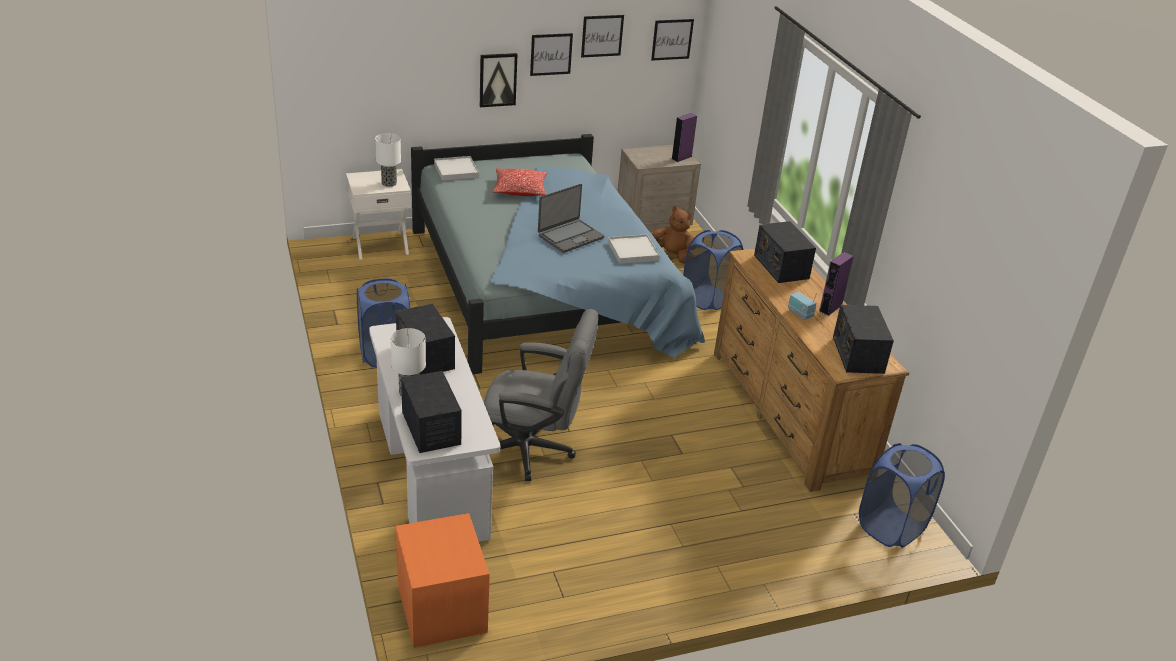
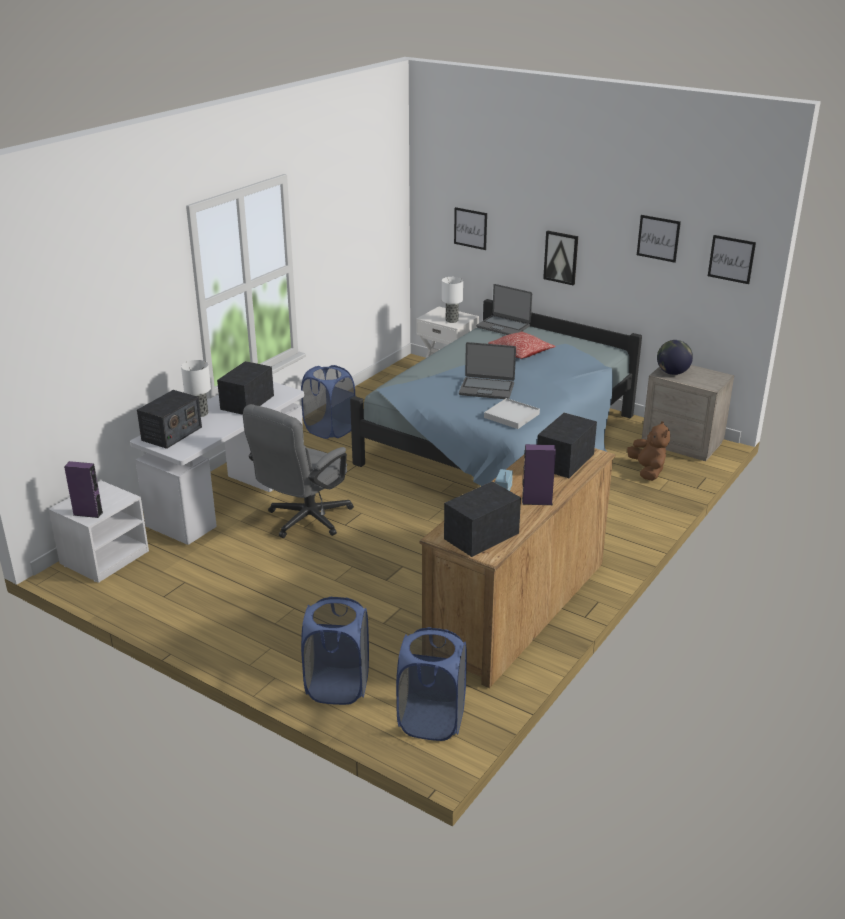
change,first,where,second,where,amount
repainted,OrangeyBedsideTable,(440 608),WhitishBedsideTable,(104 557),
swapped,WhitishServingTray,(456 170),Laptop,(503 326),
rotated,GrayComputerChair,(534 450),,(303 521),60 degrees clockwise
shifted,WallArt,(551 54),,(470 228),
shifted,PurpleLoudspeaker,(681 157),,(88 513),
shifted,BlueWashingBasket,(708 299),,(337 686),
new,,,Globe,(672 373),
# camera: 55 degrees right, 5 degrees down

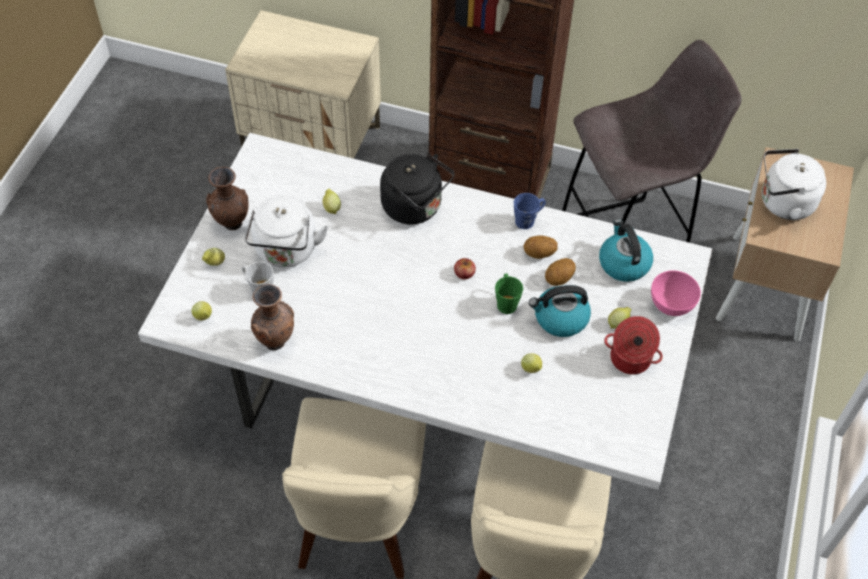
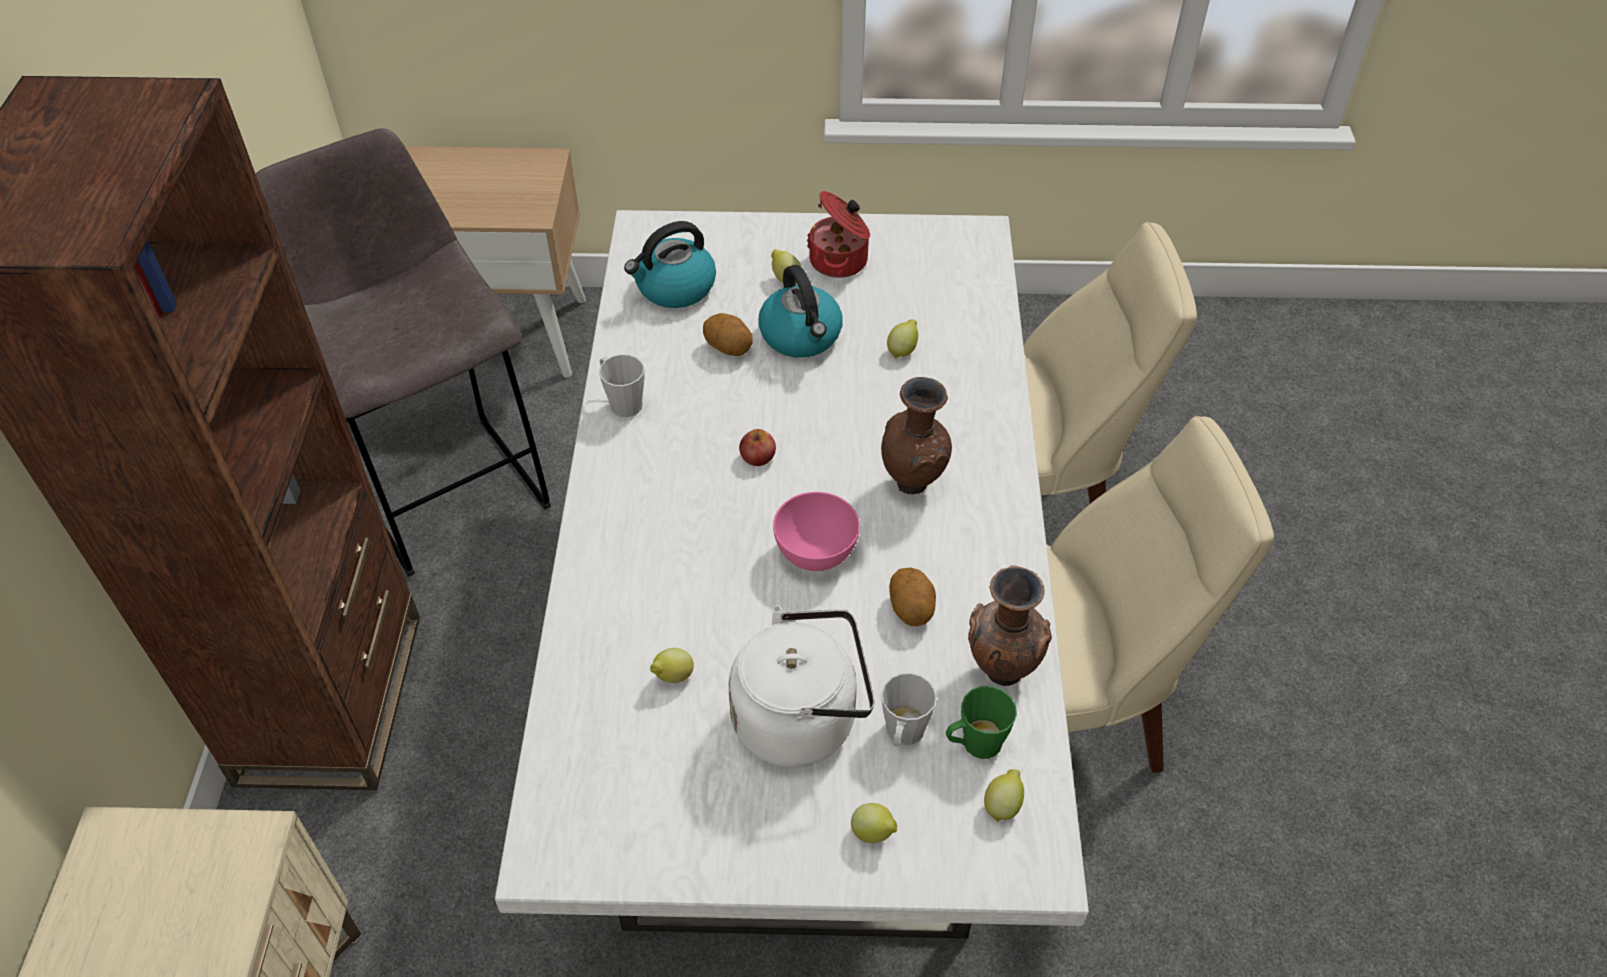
change,first,where,second,where,amount
shifted,BrownDecorativeVase,(232 225),,(914 484),
gone,BlackishTeaKettle,(415 207),,,
shifted,GreenColouredCoffeeMug,(506 302),,(975 744),
repainted,BlueCoffeeMug,(528 220),GrayCoffeeMug,(622 401),
shifted,Potato,(539 254),,(911 609),
shifted,PinkishServingBowl,(671 305),,(817 553),
gone,WhitishTeaKettle,(783 203),,,
# camera: 105 degrees left, 5 degrees down

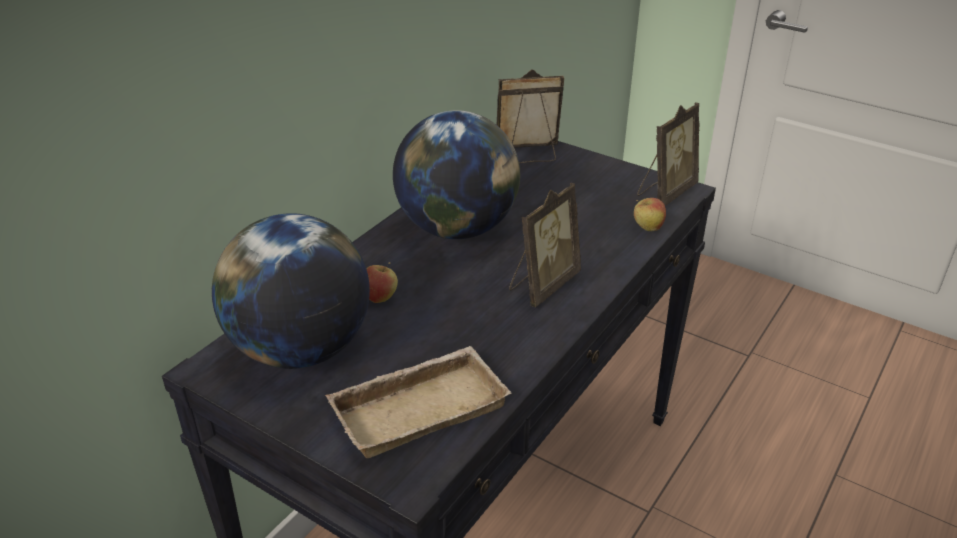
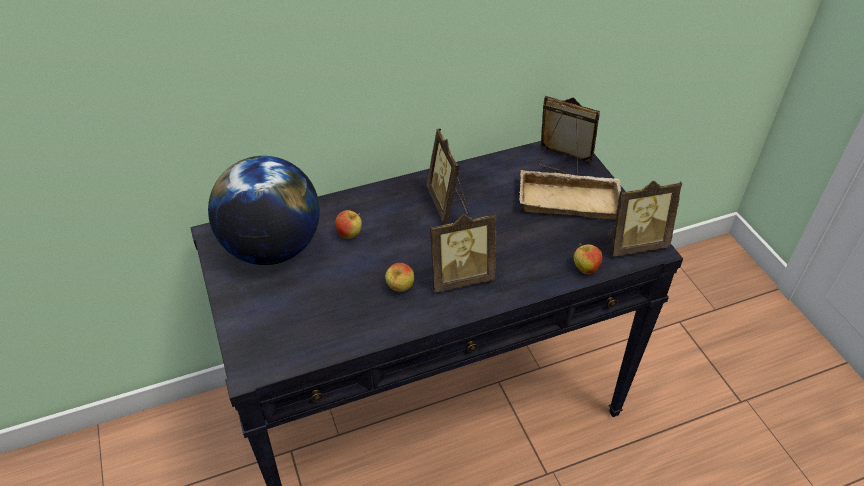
change,first,where,second,where,amount
shifted,SandColouredServingTray,(419 406),,(570 199),
swapped,Globe,(457 229),StandingFrame,(448 204),
new,,,WholeApple,(400 288),
# camera: 35 degrees right, 10 degrees up

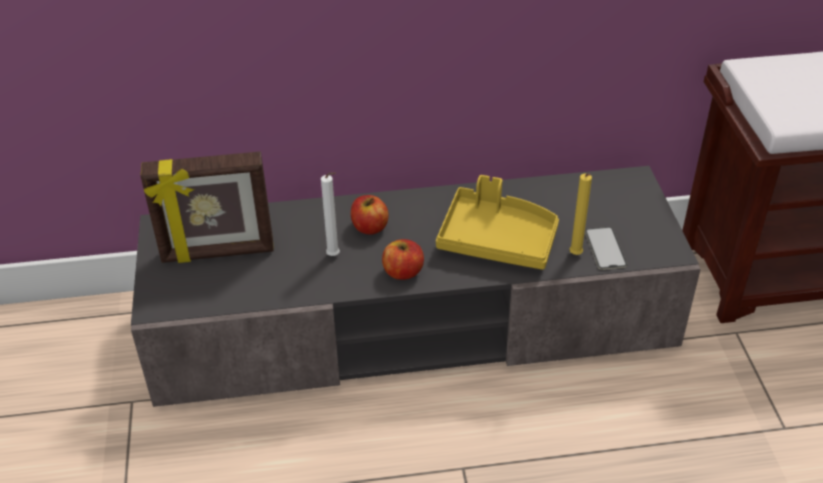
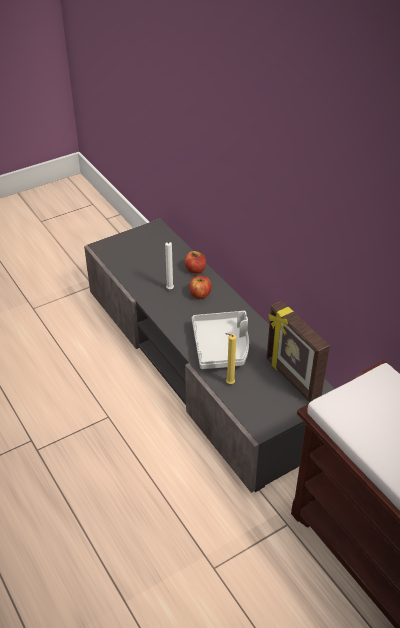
change,first,where,second,where,amount
shifted,StandingFrame,(218 253),,(291 379),
shifted,WholeApple,(403 272),,(195 270),
repainted,YellowServingTray,(497 240),GrayServingTray,(221 346),
gone,Telephone,(605 248),,,
# camera: 65 degrees right, 0 degrees up

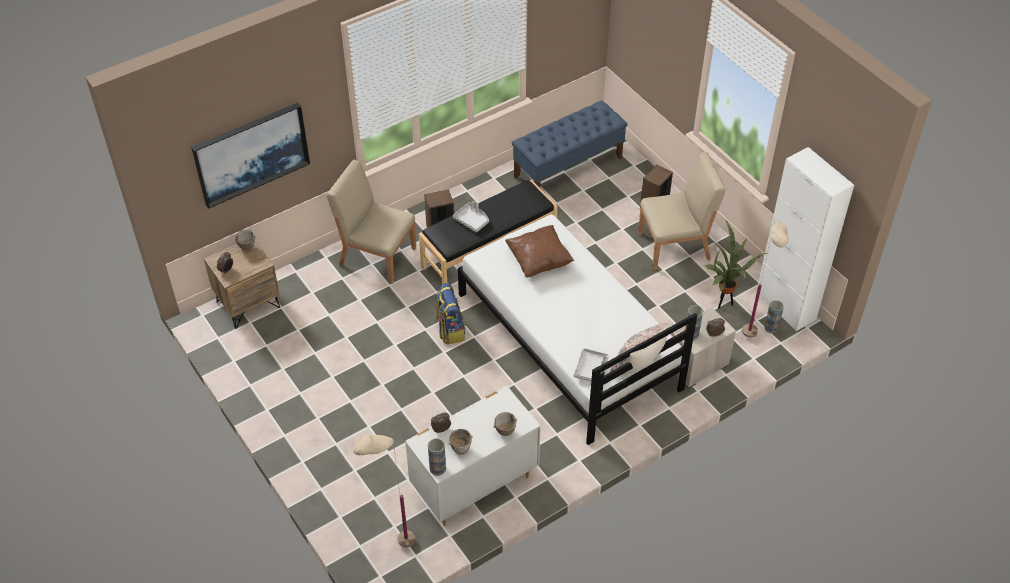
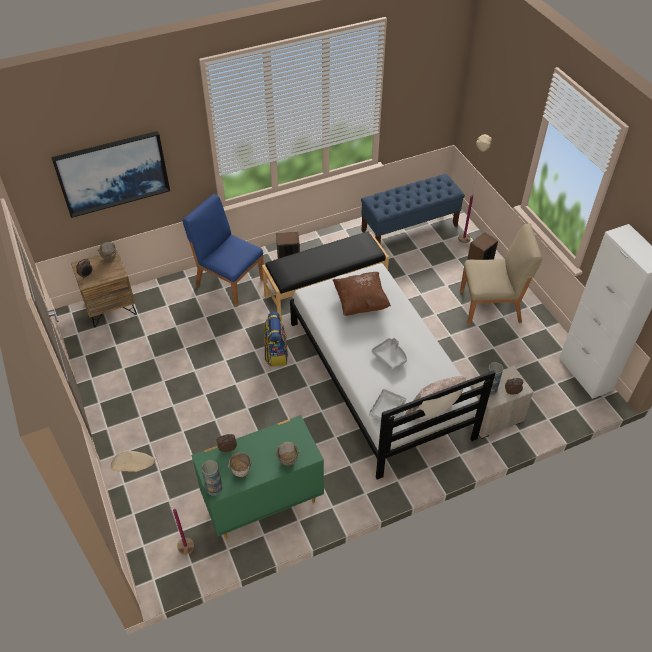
change,first,where,second,where,amount
repainted,SandColouredChair,(377 256),BlueChair,(229 281),
repainted,WhitishDrawerChest,(473 486),GreenColouredDrawerChest,(262 503),
shifted,GrayServingTray,(472 220),,(390 357),
gone,Houseplant,(724 302),,,
shifted,SandColouredStandardLamp,(751 345),,(463 249),
gone,DecorativeVase,(771 328),,,
# camera: 10 degrees right, 0 degrees up

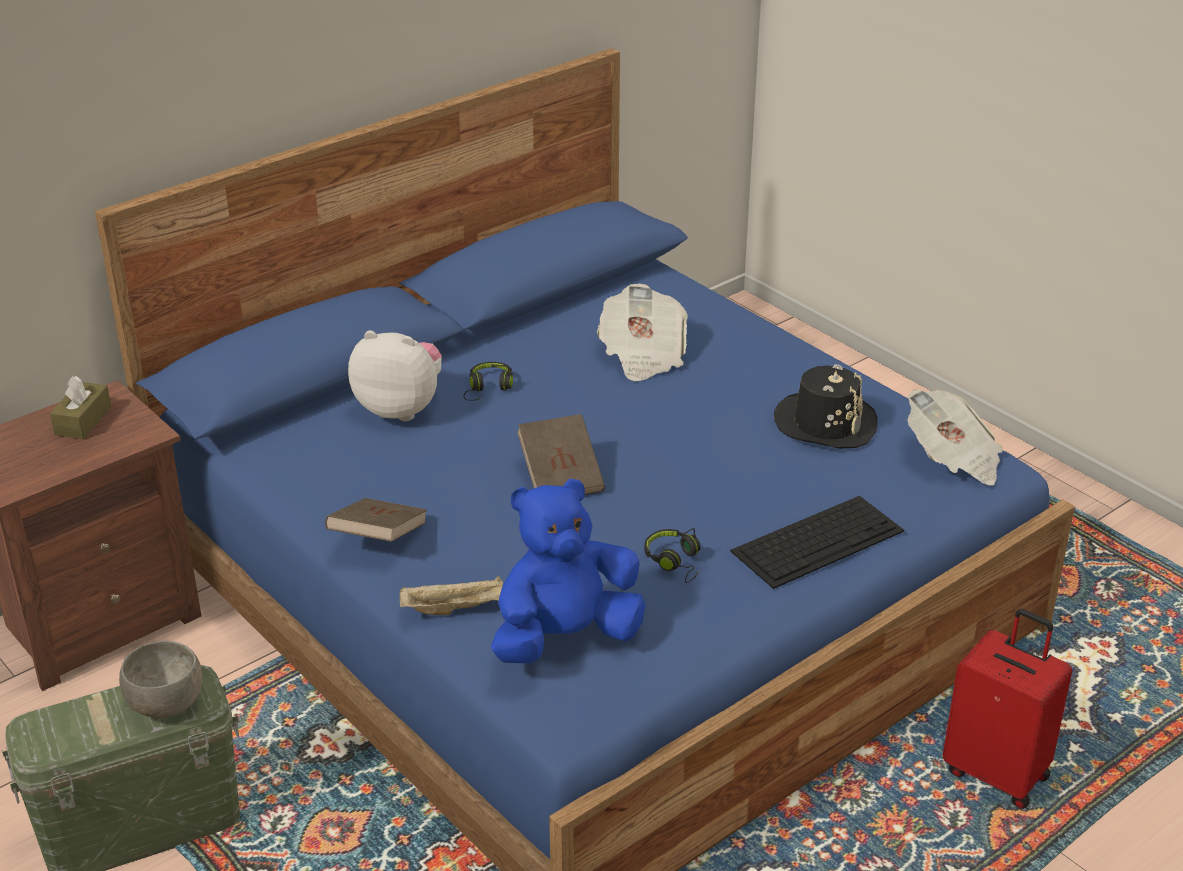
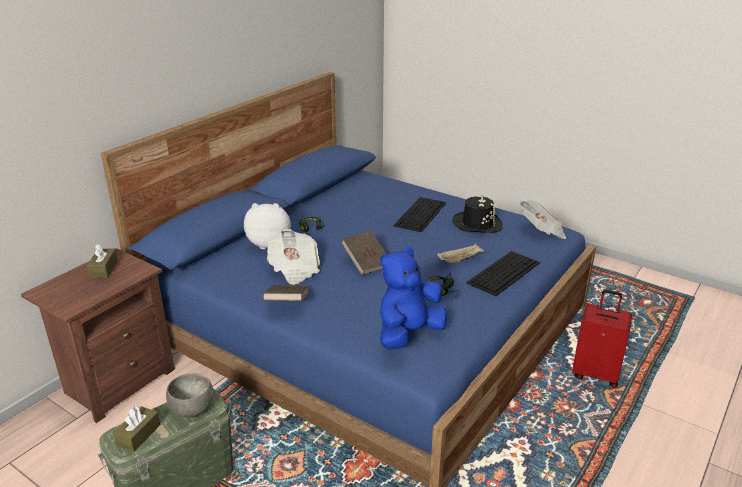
change,first,where,second,where,amount
shifted,SandColouredServingTray,(456 608),,(460 260),
shifted,DailyPaper,(642 355),,(294 269),
new,,,BrownTissueBox,(139 435),
new,,,ComputerKeyboard,(420 214),
# camera: 15 degrees left, 5 degrees down

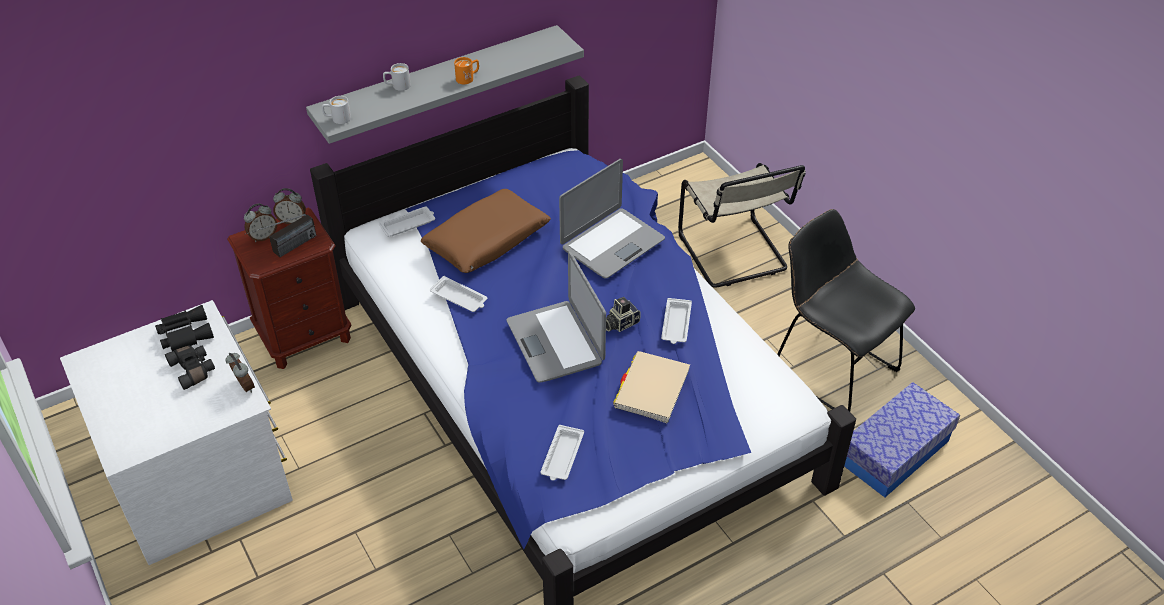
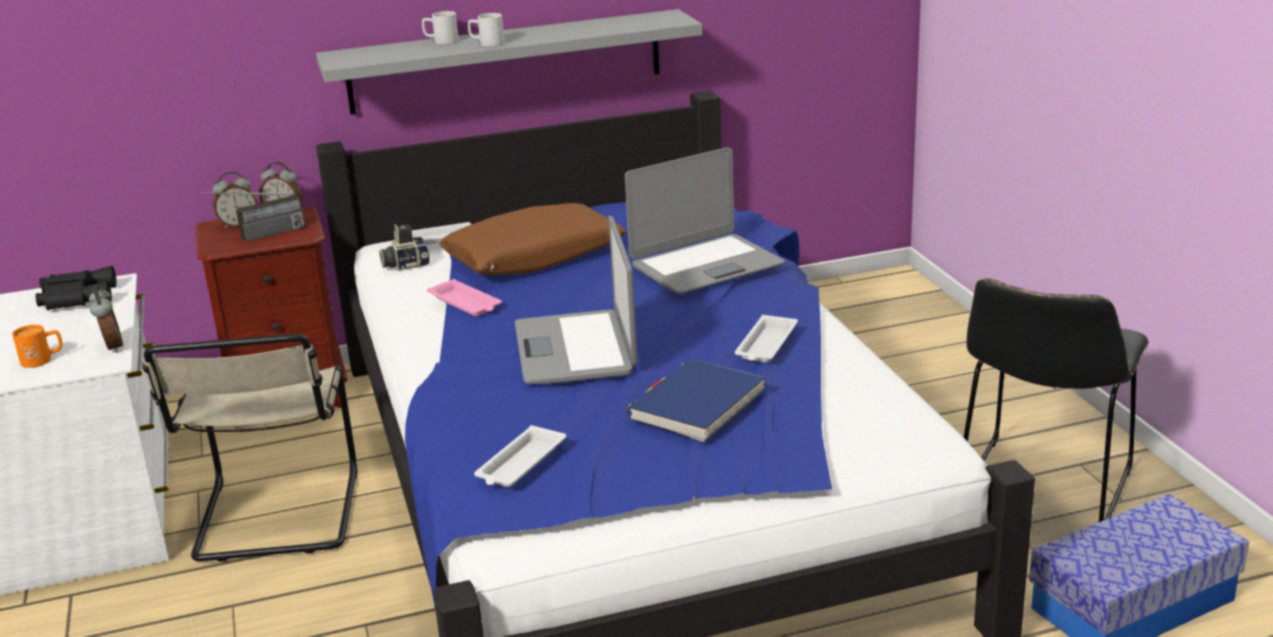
change,first,where,second,where,amount
gone,BlackishPairOfBinoculars,(194 370),,,
shifted,WhitishCoffeeMug,(337 119),,(486 43),
repainted,WhitishServingTray,(460 298),PinkishServingTray,(466 303),
shifted,OrangeyCoffeeMug,(468 78),,(43 360),
shifted,StillCamera,(620 323),,(405 265),
repainted,SandColouredBook,(651 389),BlueBook,(697 405),
shifted,SandColouredChair,(734 254),,(276 518),
rotated,BlackishChair,(830 367),,(1041 492),120 degrees counterclockwise
# camera: 15 degrees right, 20 degrees down

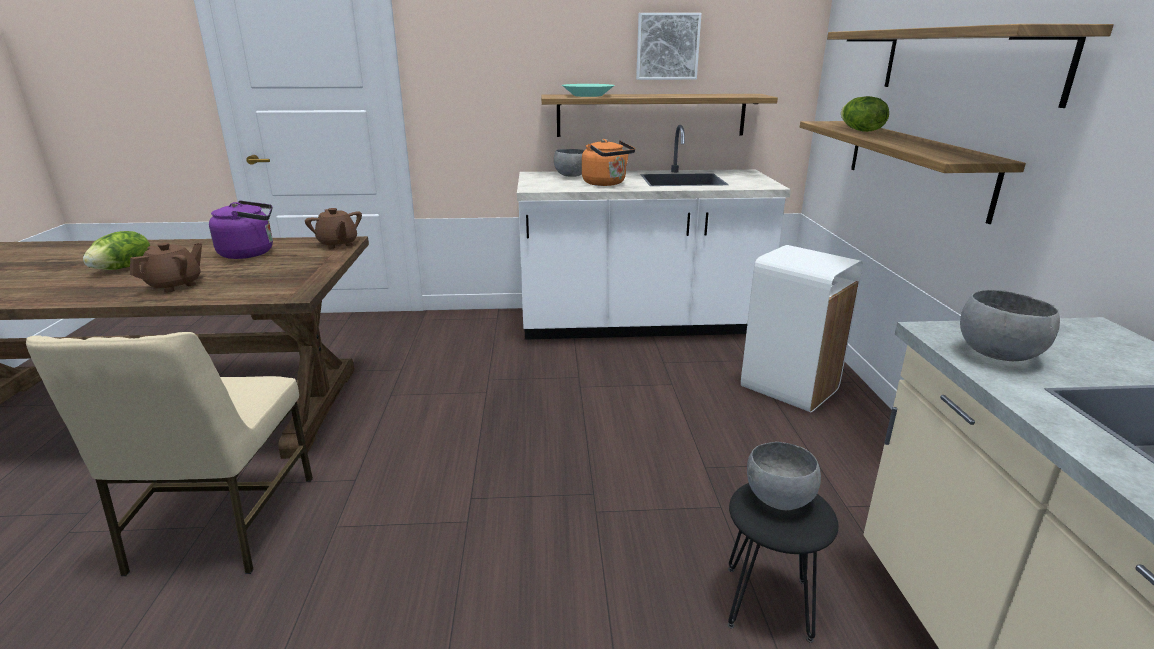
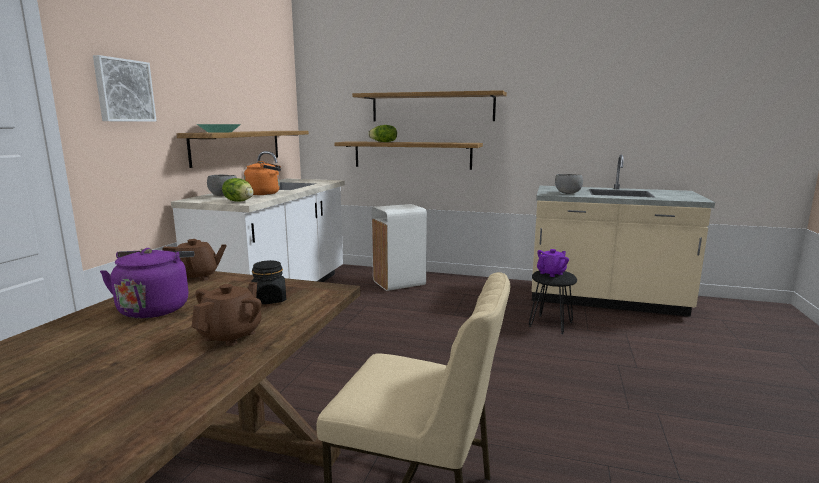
change,first,where,second,where,amount
shifted,LettuceHead,(124 268),,(239 201),
rotated,BrownTeapot,(175 285),,(231 335),60 degrees clockwise
shifted,WallArt,(667 46),,(124 90),
swapped,GrayServingBowl,(777 500),PurpleTeapot,(551 273),
new,,,BlackishJar,(269 300),
# camera: 70 degrees left, 10 degrees down

